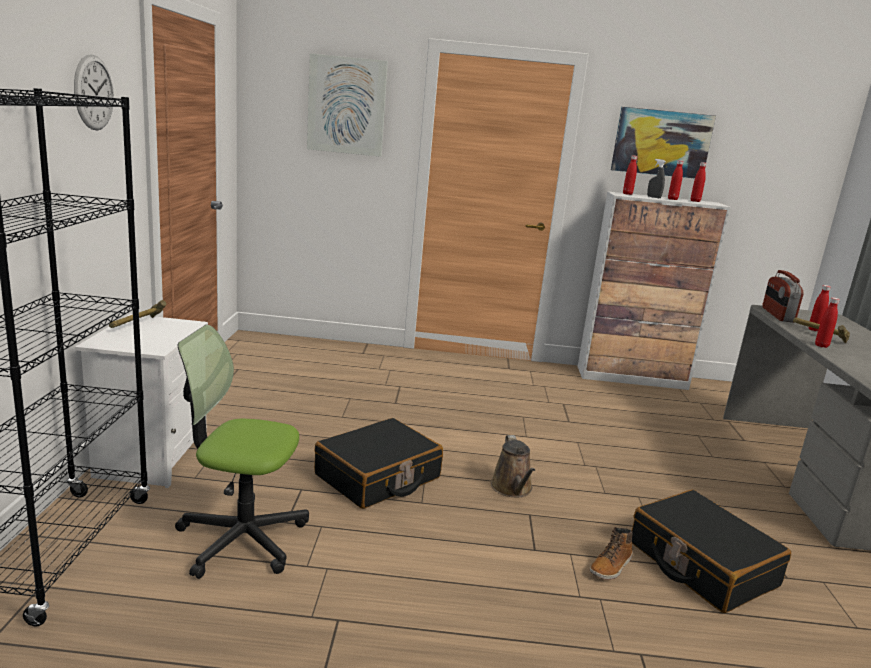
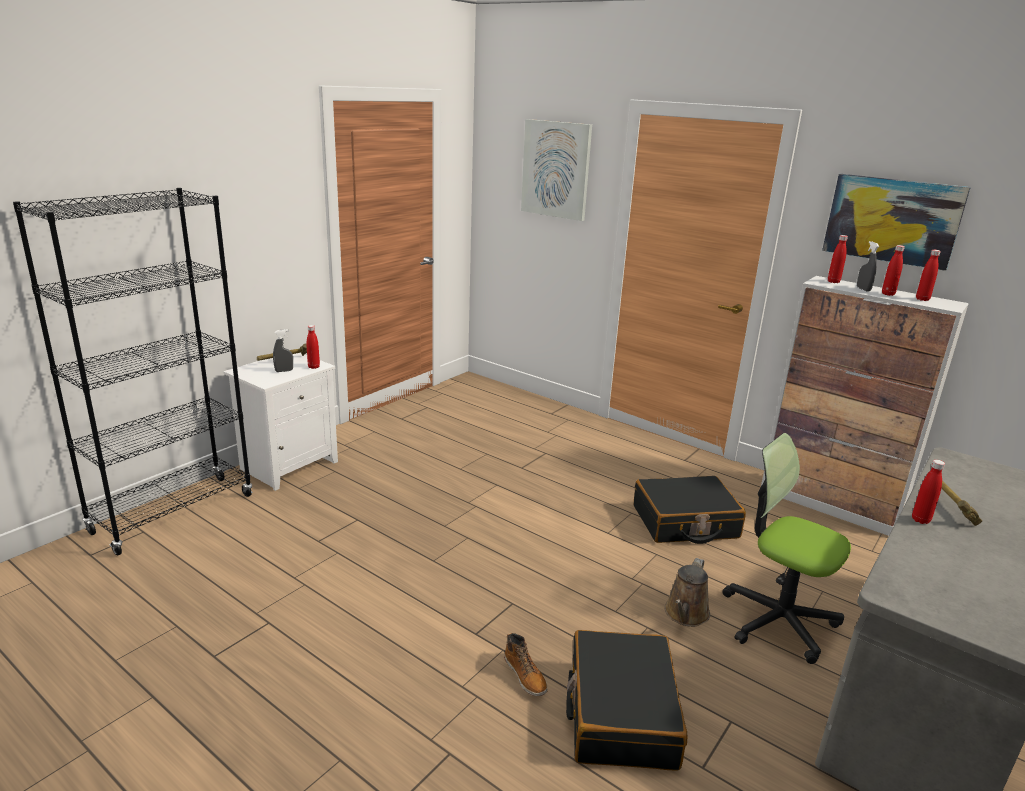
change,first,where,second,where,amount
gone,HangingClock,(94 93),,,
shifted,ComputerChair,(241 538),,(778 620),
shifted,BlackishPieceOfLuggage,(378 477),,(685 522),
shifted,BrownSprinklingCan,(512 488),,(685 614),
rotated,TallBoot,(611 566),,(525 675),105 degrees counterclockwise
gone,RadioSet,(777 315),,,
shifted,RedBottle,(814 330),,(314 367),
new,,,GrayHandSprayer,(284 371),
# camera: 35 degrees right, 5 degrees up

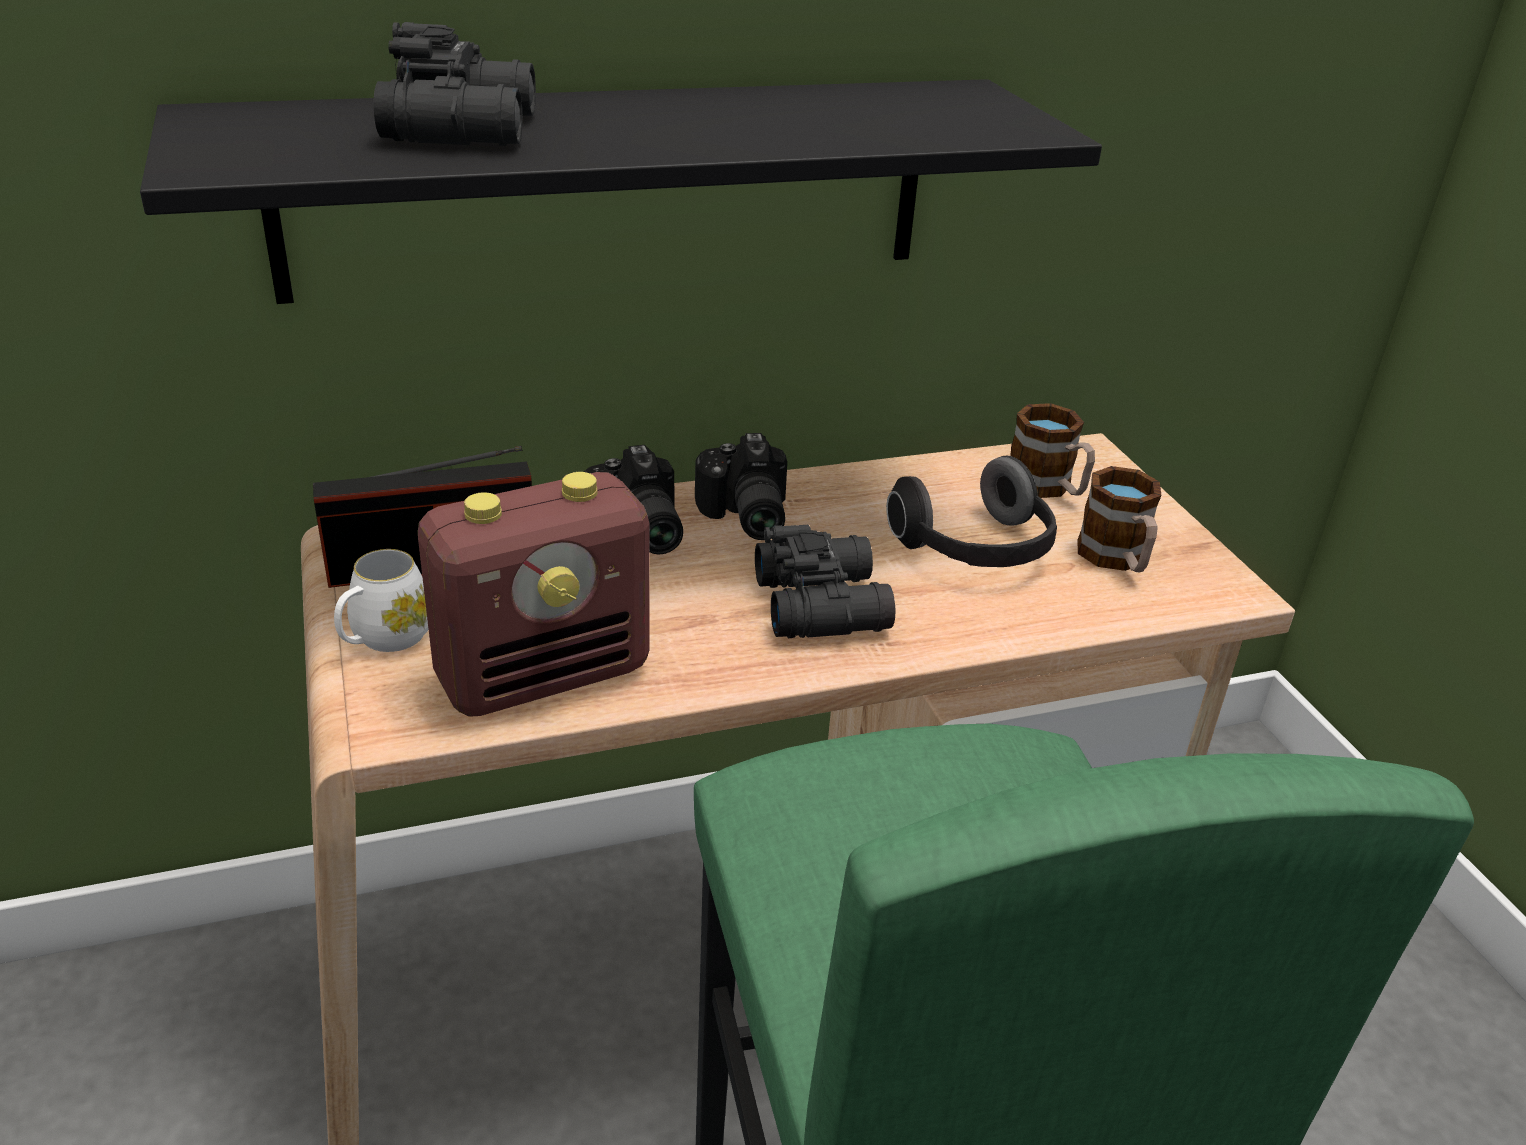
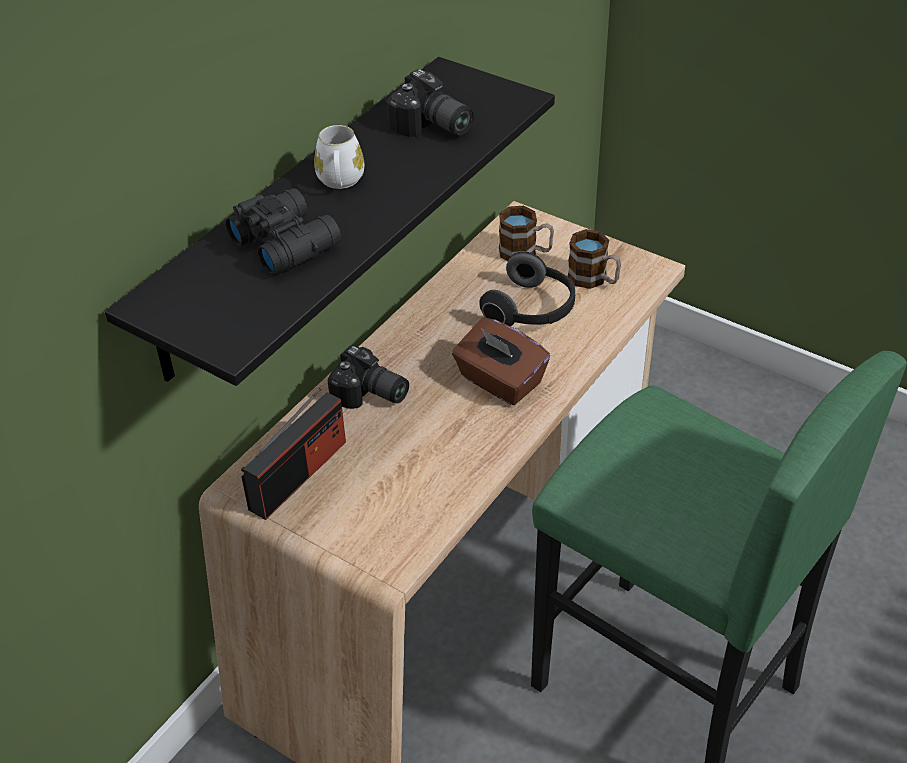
change,first,where,second,where,amount
shifted,WhitishCoffeeMug,(384 639),,(340 182),
gone,RadioSet,(545 675),,,
shifted,StillCamera,(743 517),,(432 127),
swapped,BlackishPairOfBinoculars,(823 603),BrownTissueBox,(499 381),
# camera: 35 degrees left, 10 degrees up

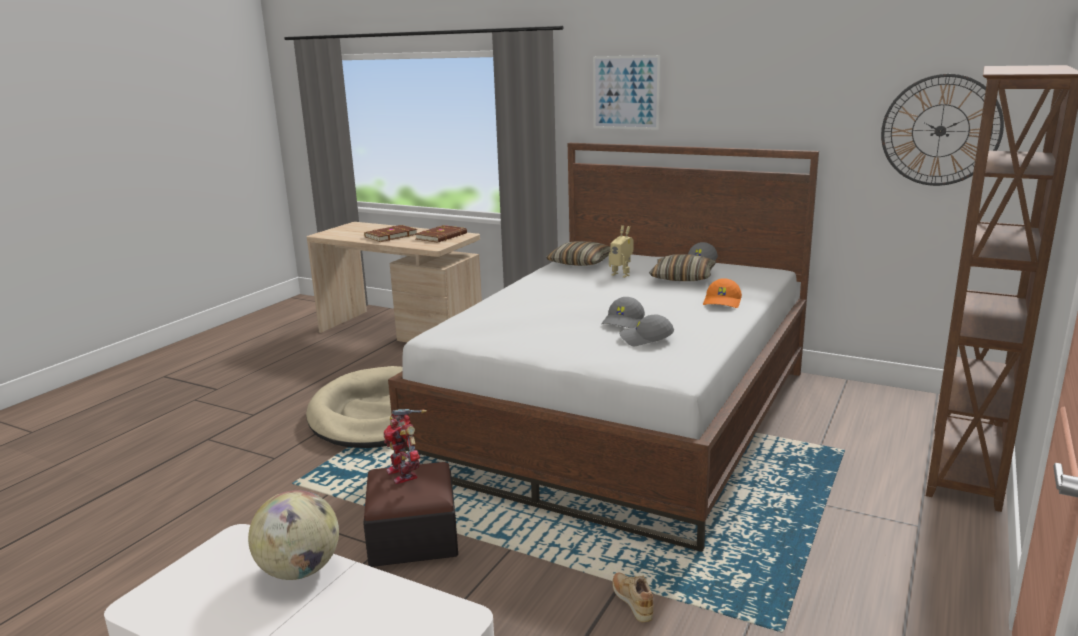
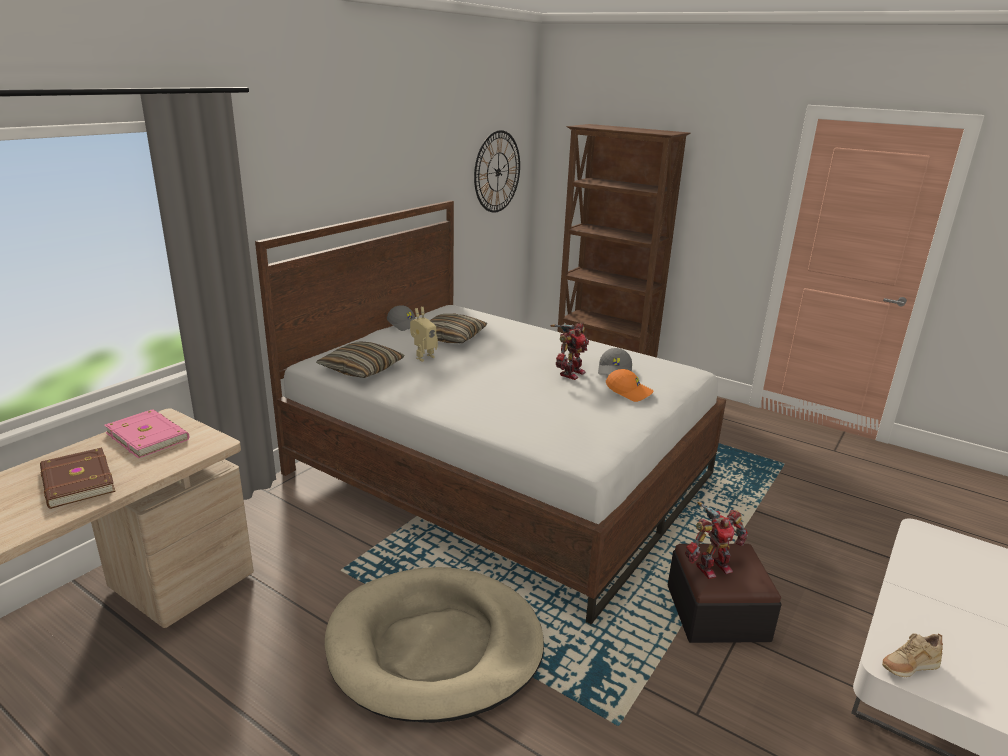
change,first,where,second,where,amount
gone,Globe,(300 570),,,
repainted,BrownBook,(442 236),PinkishBook,(148 435),
gone,WallArt,(625 92),,,
swapped,GrayCap,(623 322),RobotFigure,(570 373),
shifted,SandColouredItemOfFootwear,(632 603),,(908 668),
shifted,OrangeyCap,(723 302),,(629 392),
# camera: 85 degrees left, 5 degrees up

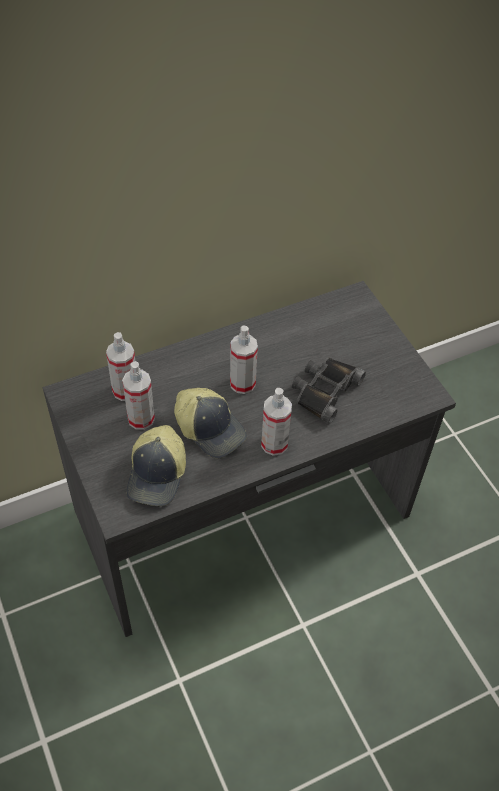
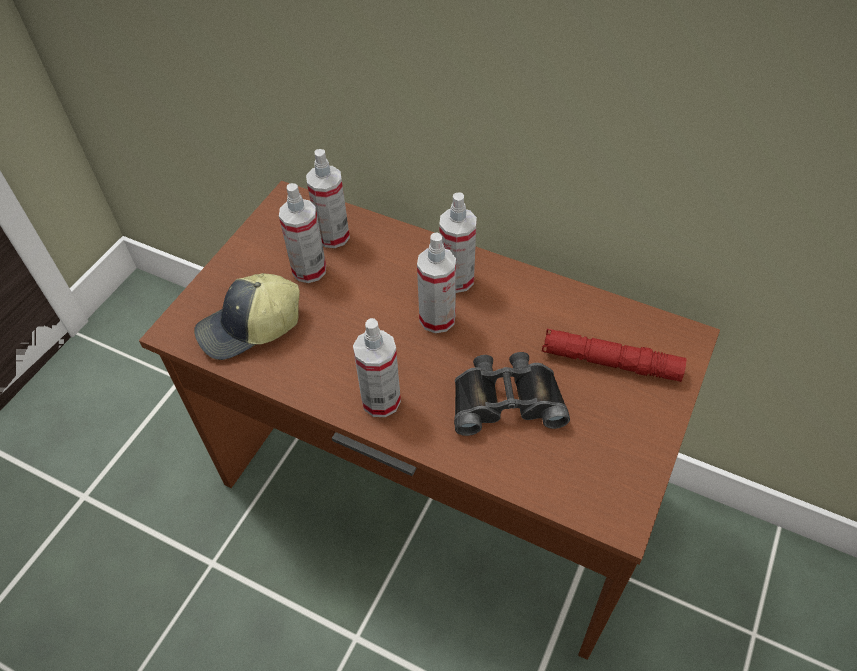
change,first,where,second,where,amount
repainted,GrayDeskTable,(244 516),BrownDeskTable,(433 489),
gone,Cap,(210 429),,,
new,,,HandSprayer,(457 279),
new,,,RedTorch,(610 362),
# camera: 55 degrees right, 0 degrees up

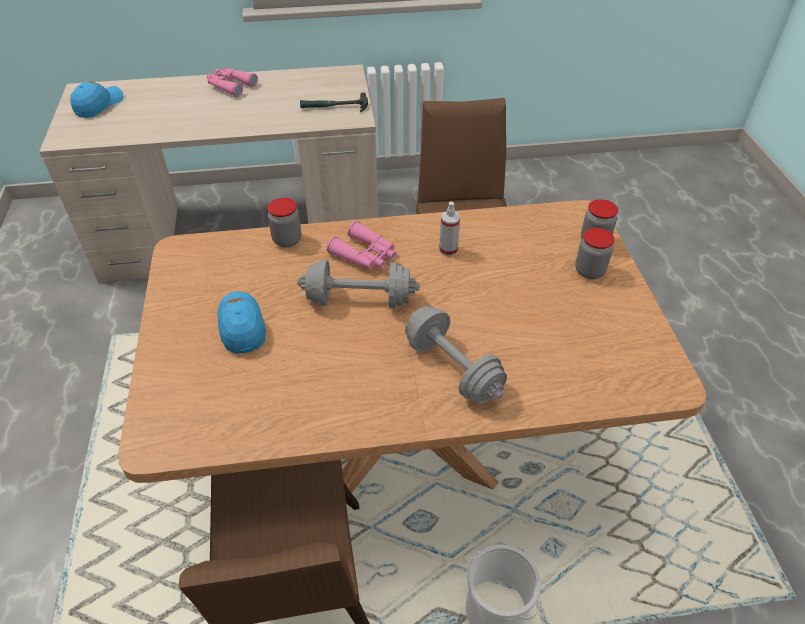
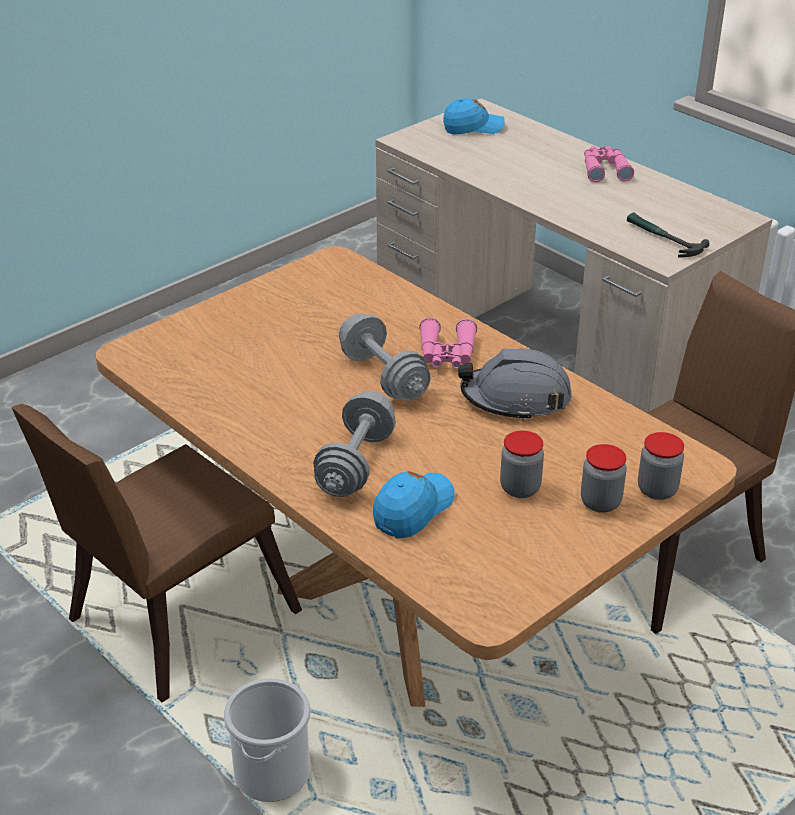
change,first,where,second,where,amount
shifted,BlueCap,(241 326),,(413 510),
shifted,Jar,(287 240),,(520 488),
swapped,HandSprayer,(448 250),GrayWorkHelmet,(516 398),
# camera: 55 degrees right, 10 degrees down

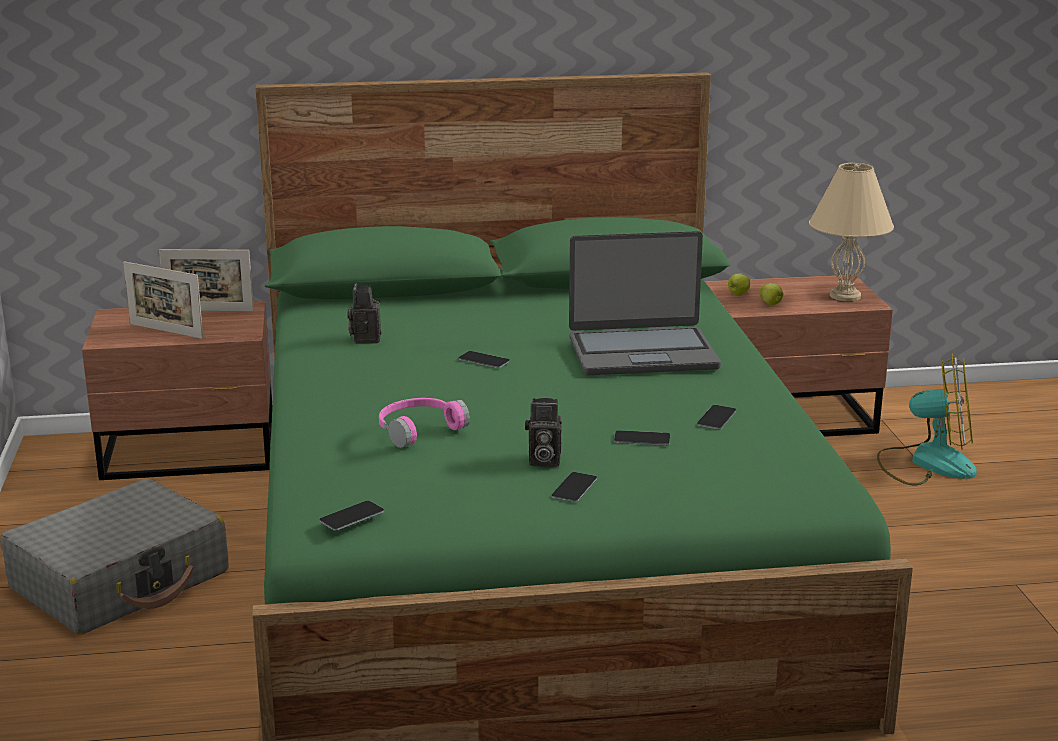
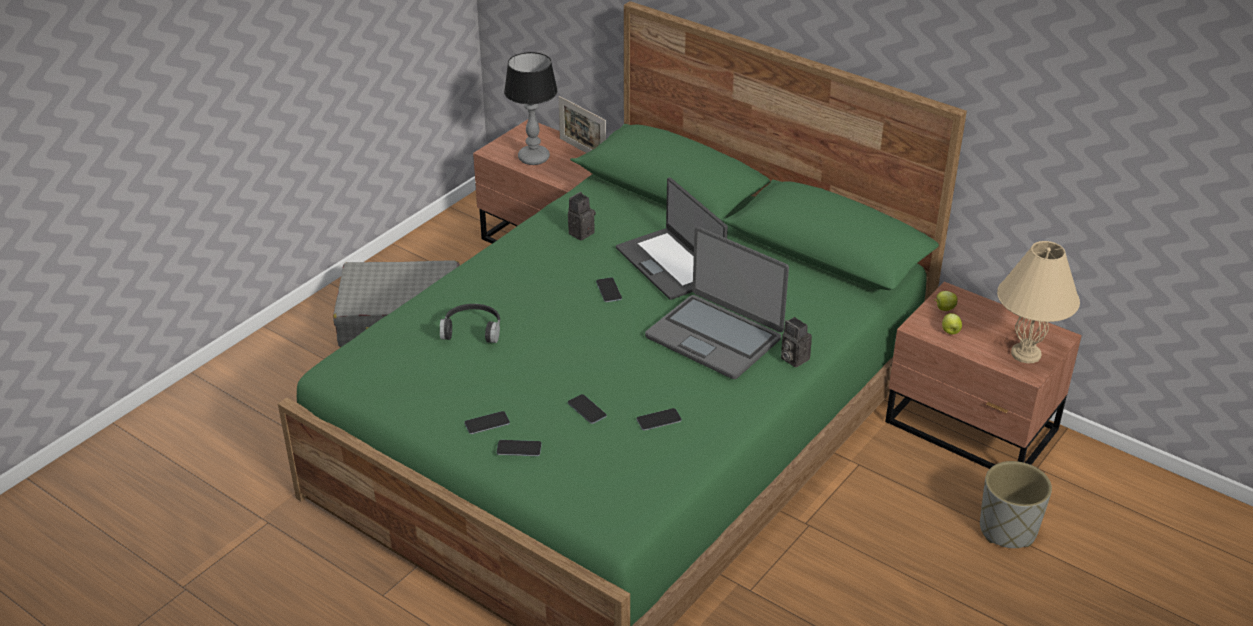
change,first,where,second,where,amount
swapped,StandingFrame,(166 331),TabletopLamp,(534 158),
shifted,Telephone,(352 516),,(519 448),
repainted,PinkishHeadset,(417 429),BlackishHeadset,(472 329),
shifted,StillCamera,(542 461),,(792 358),
swapped,ElectricFan,(926 463),GrayFlowerPot,(1008 530),
new,,,Laptop,(671 264),
# camera: 45 degrees right, 15 degrees up

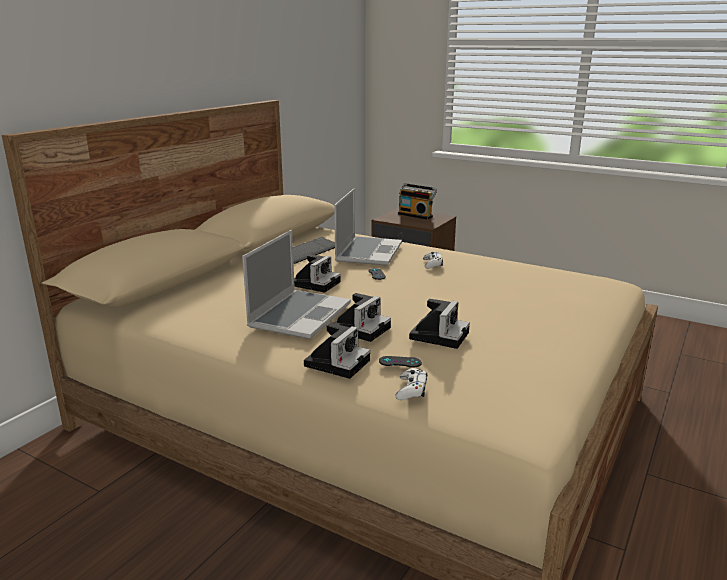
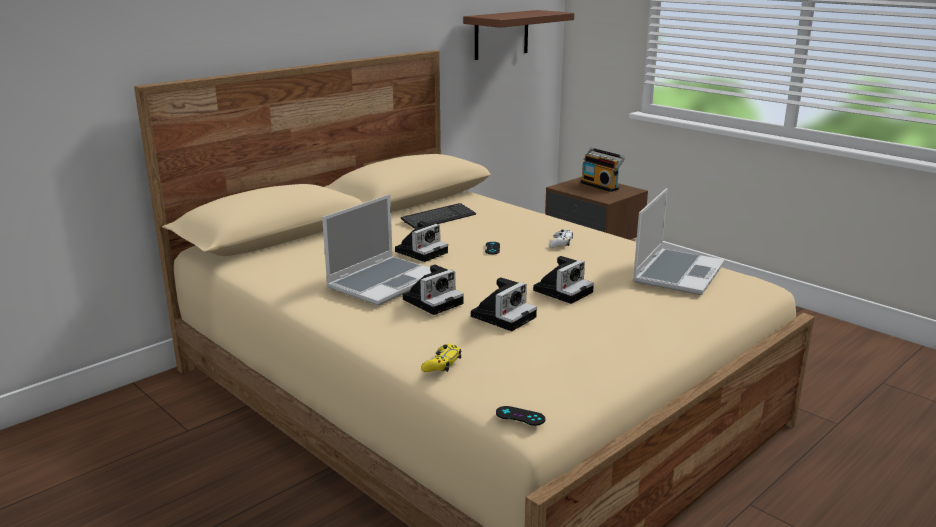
change,first,where,second,where,amount
shifted,StillCamera,(337 362),,(563 290),
shifted,Laptop,(368 252),,(677 273),
shifted,BlackishGameController,(400 362),,(520 416),
repainted,WhitishGameController,(411 390),YellowGameController,(442 364),
new,,,BrownBracketShelf,(501 34),
# camera: 15 degrees right, 0 degrees up

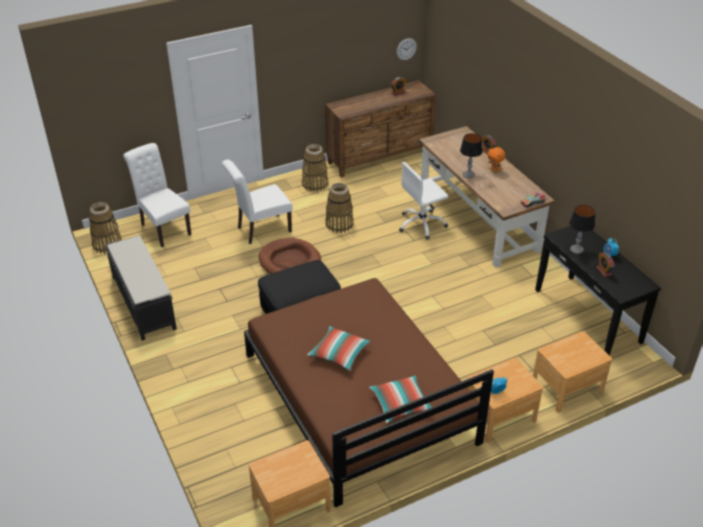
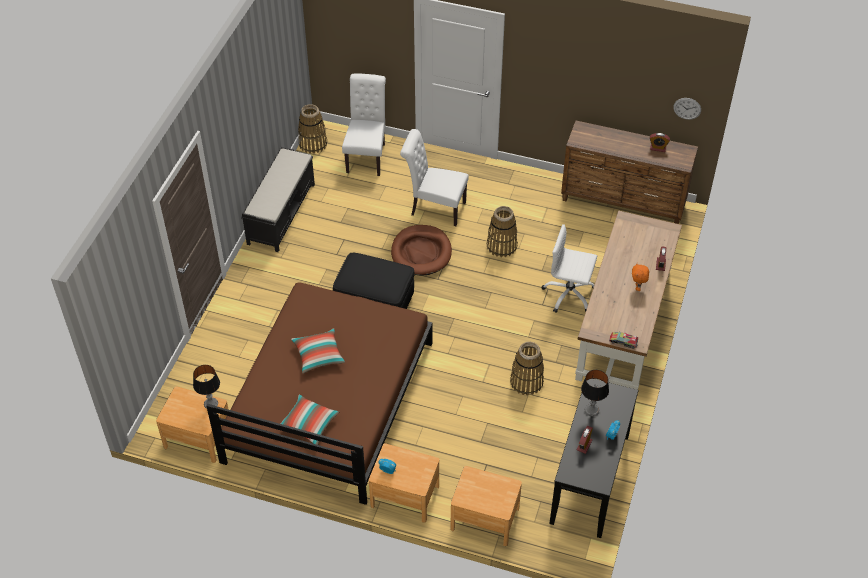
change,first,where,second,where,amount
shifted,Basket,(315 184),,(526 381),
shifted,TabletopLamp,(468 175),,(211 404),
# camera: 45 degrees right, 10 degrees up

